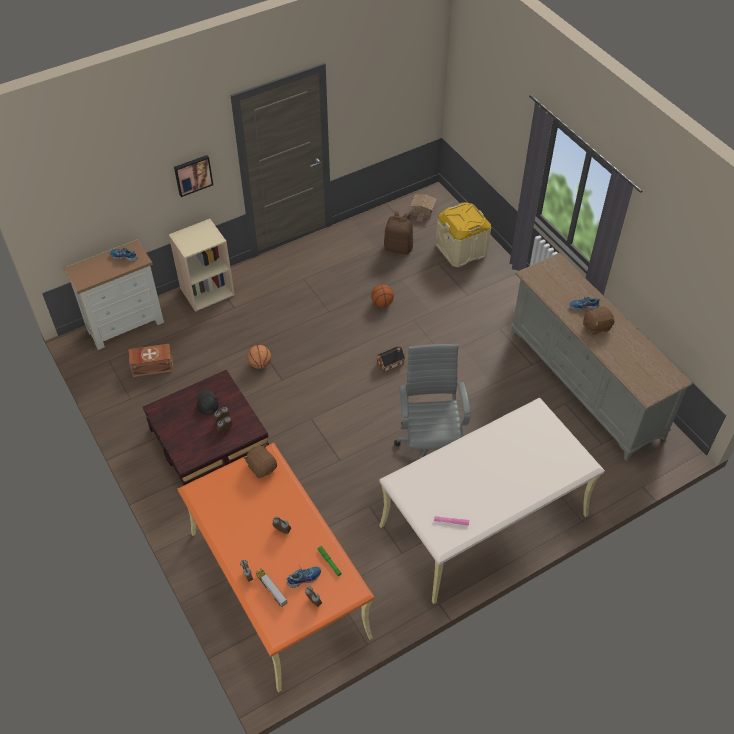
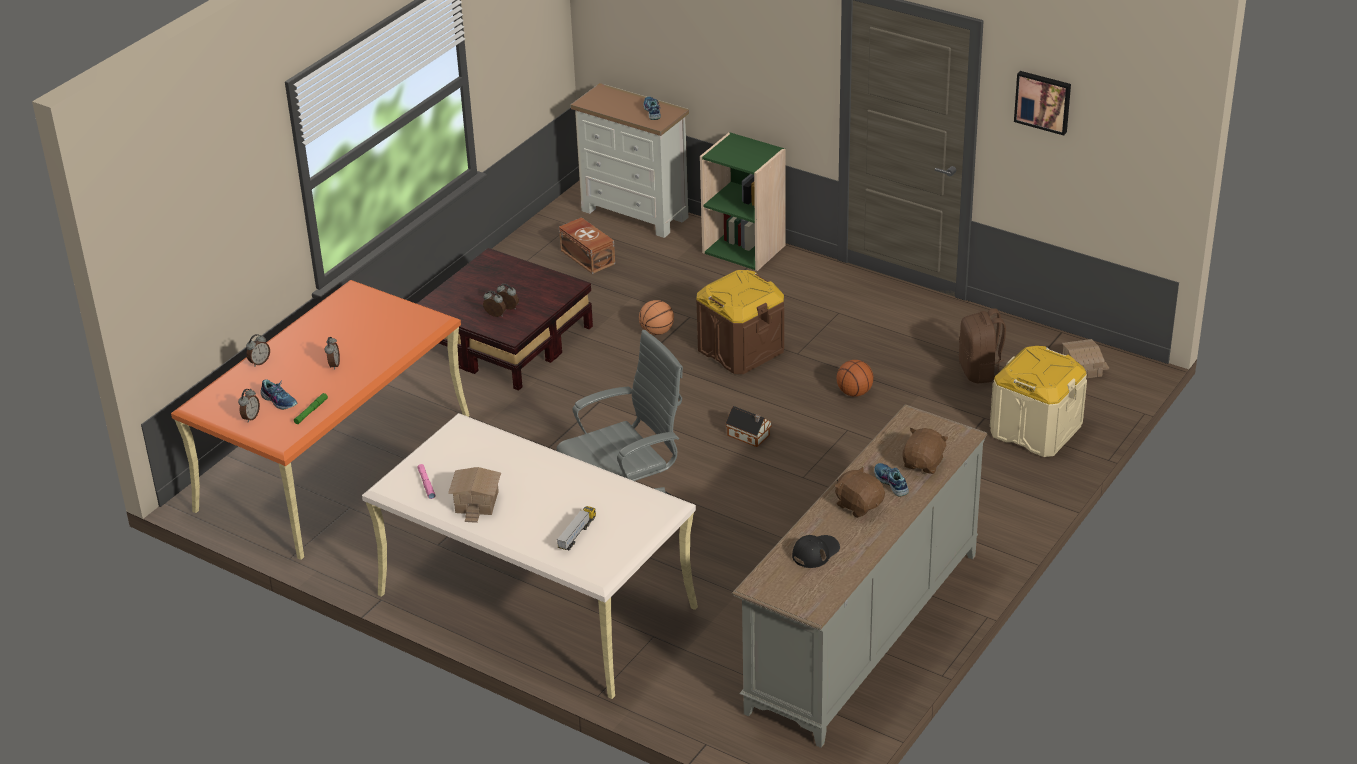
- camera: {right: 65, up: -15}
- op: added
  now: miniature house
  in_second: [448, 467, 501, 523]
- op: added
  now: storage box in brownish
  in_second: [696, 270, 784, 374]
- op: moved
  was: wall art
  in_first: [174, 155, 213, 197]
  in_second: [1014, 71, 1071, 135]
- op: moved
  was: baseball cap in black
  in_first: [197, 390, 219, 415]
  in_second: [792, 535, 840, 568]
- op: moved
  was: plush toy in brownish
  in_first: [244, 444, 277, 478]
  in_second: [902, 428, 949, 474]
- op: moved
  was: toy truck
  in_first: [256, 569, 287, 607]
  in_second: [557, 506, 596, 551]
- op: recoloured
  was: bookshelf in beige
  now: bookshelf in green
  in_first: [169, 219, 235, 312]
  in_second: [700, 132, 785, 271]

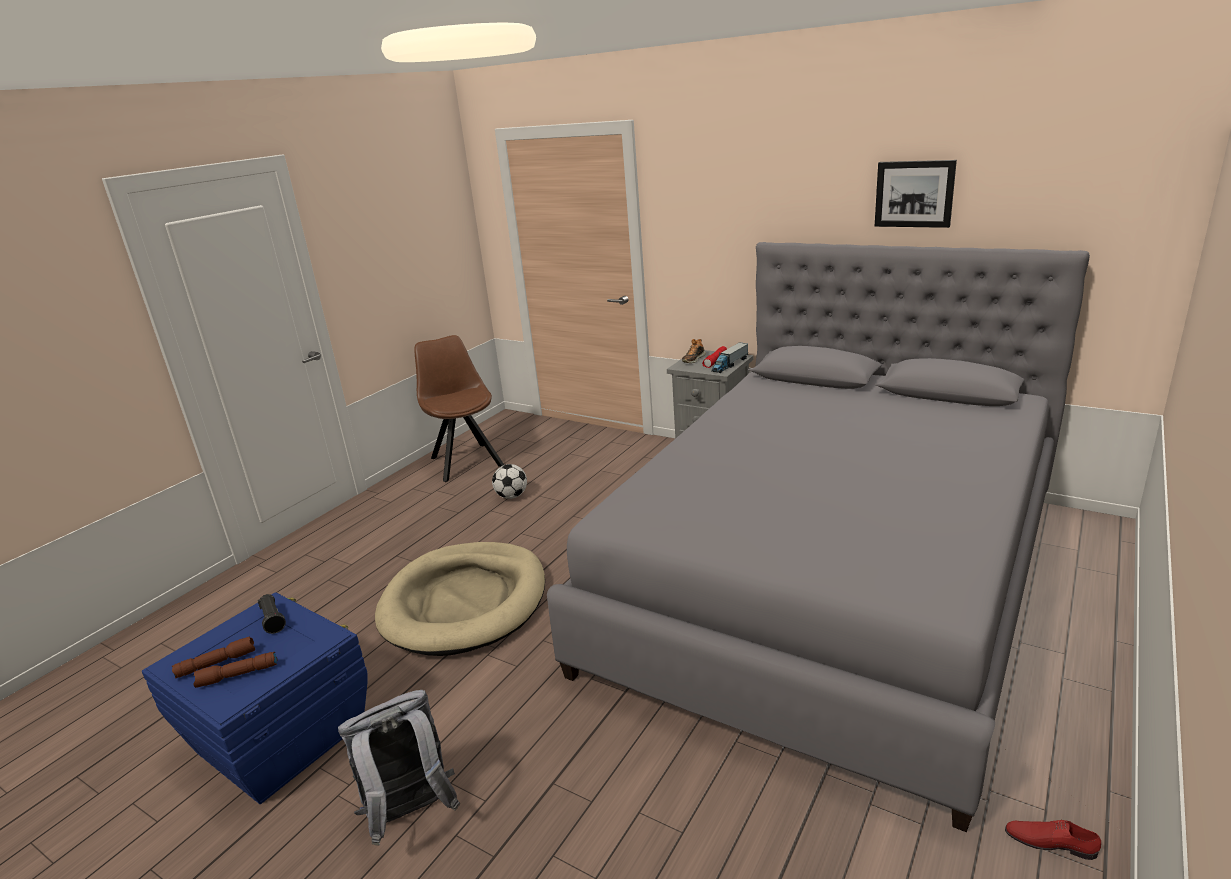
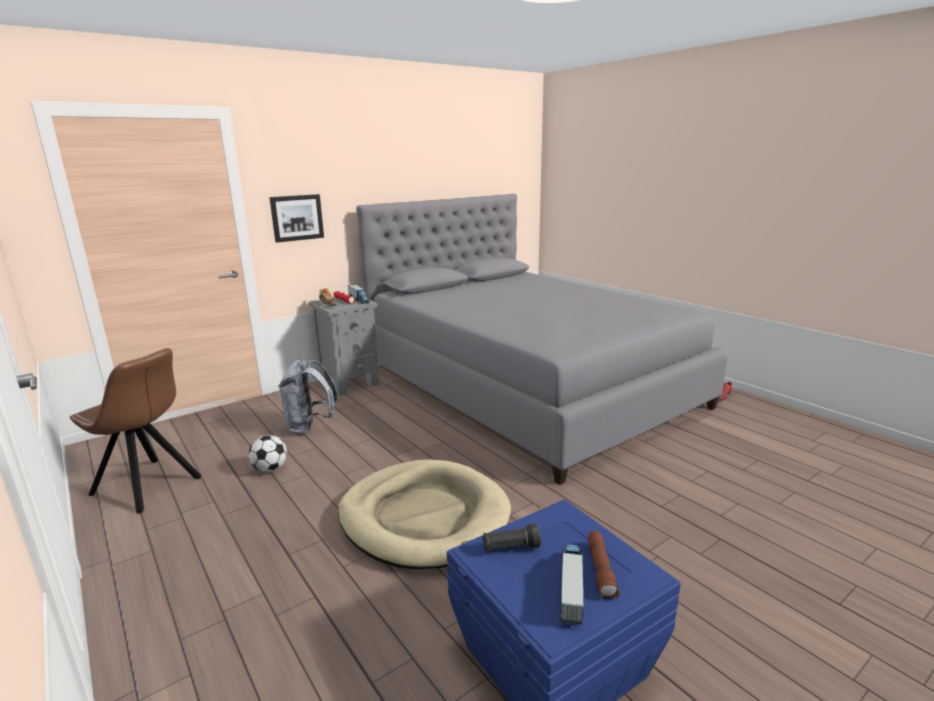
- camera: {right: -70, up: -5}
- op: moved
  was: backpack in greyish
  in_first: [338, 690, 461, 846]
  in_second: [278, 359, 338, 435]
- op: moved
  was: wall art
  in_first: [875, 160, 957, 228]
  in_second: [269, 194, 324, 243]
- op: replaced
  was: hand torch in brownish
  now: toy truck
  in_first: [172, 636, 256, 678]
  in_second: [560, 545, 584, 627]
- op: turned
  was: plain chair in brownish
  in_first: [414, 335, 504, 482]
  in_second: [70, 348, 201, 513]
  clockwise: -150

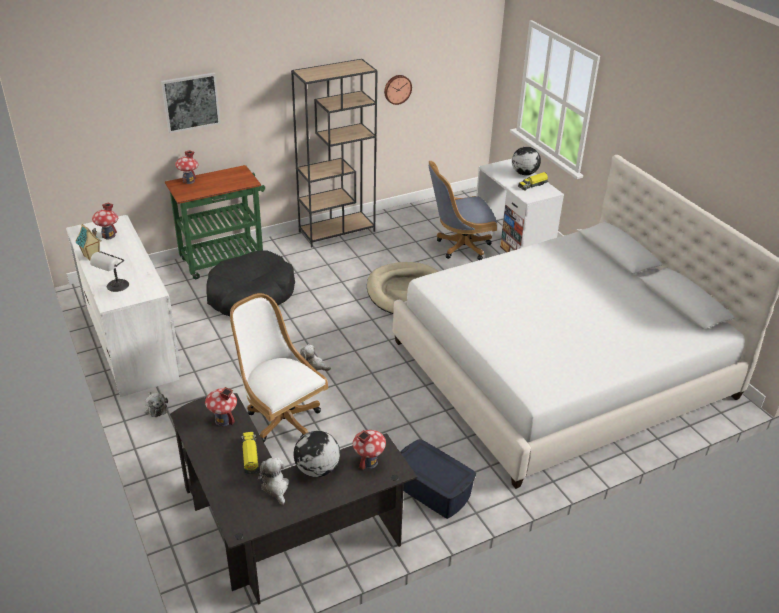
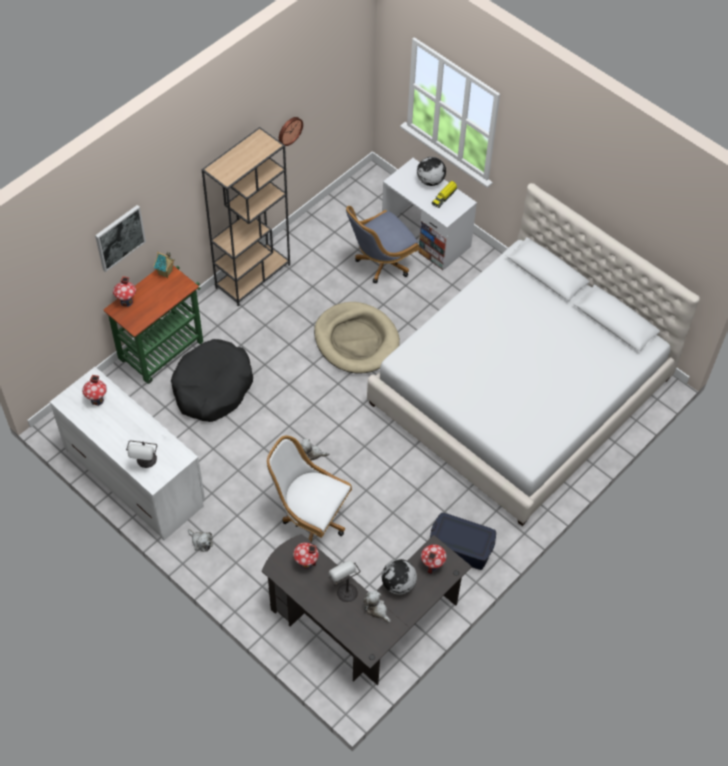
- camera: {right: -20, up: 20}
- op: moved
  was: miniature house
  in_first: [75, 224, 101, 261]
  in_second: [153, 252, 175, 278]
- op: replaced
  was: toy truck
  now: table lamp
  in_first: [241, 432, 259, 474]
  in_second: [329, 560, 360, 602]

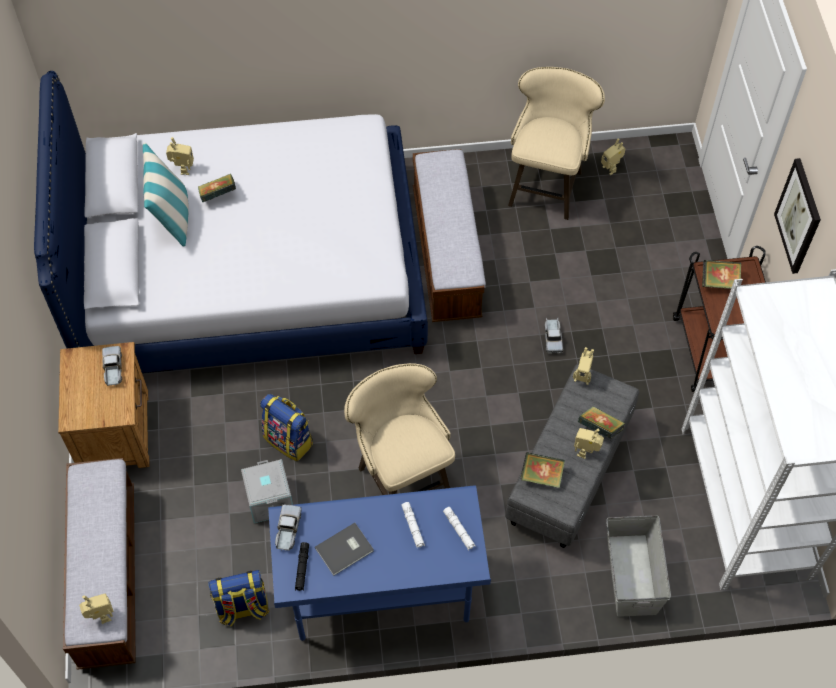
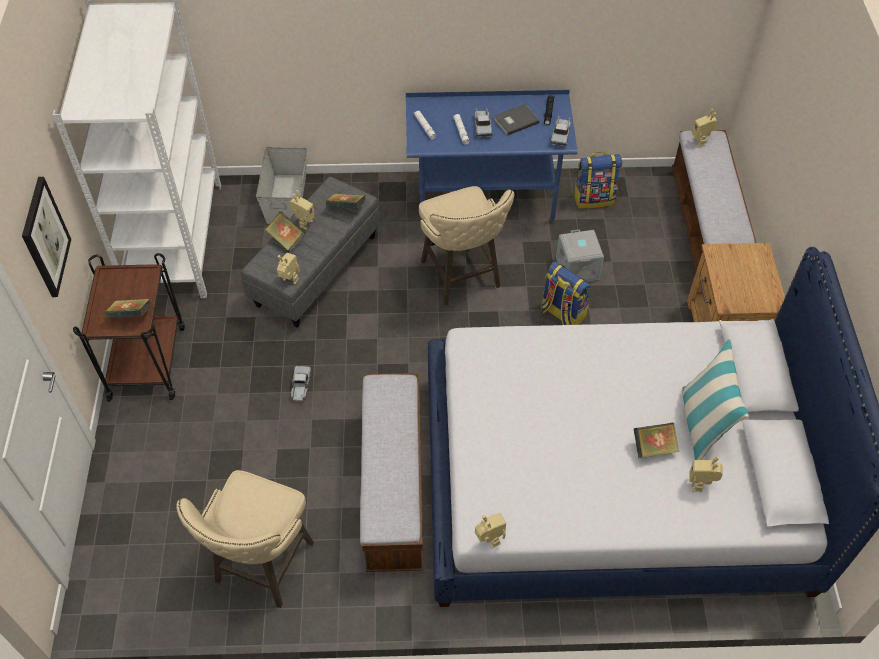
- camera: {right: -175, up: -5}
- op: moved
  was: toy truck
  in_first: [102, 346, 122, 387]
  in_second: [475, 107, 492, 138]
- op: moved
  was: toy robot
  in_first: [601, 138, 625, 175]
  in_second: [475, 513, 506, 549]

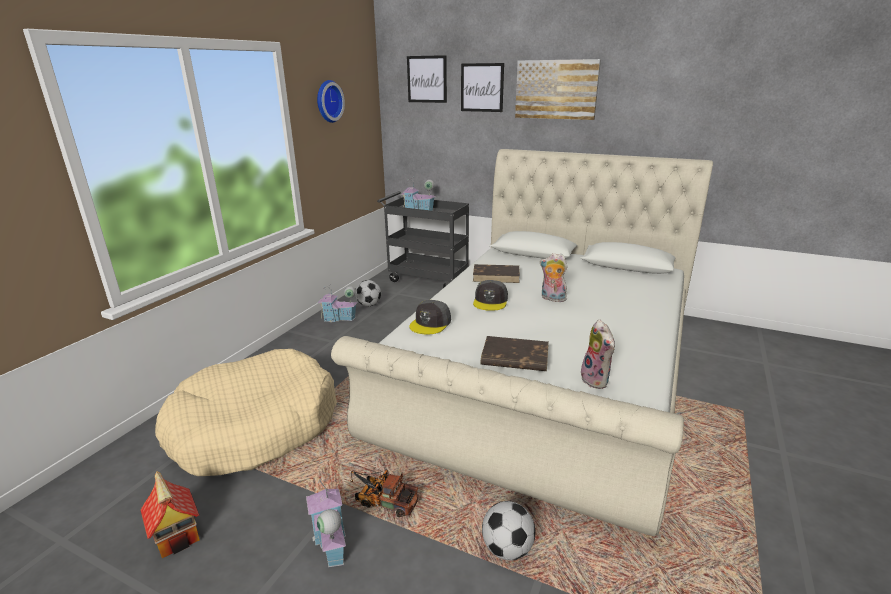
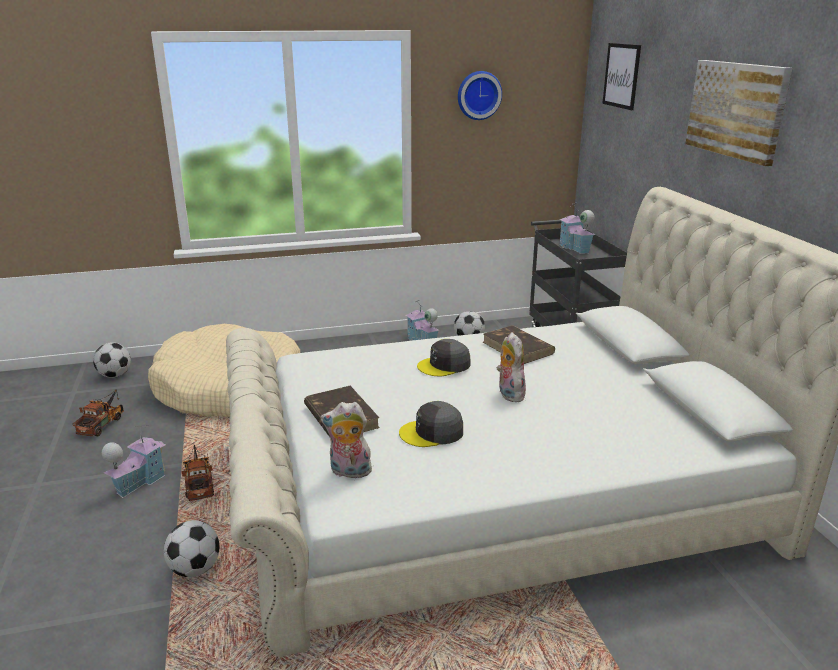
- camera: {right: 50, up: 0}
- op: removed
  was: wall art
  in_first: [461, 63, 504, 112]
- op: added
  now: football ball
  in_second: [93, 342, 131, 378]
- op: moved
  was: baseball cap in greyish
  in_first: [409, 300, 451, 335]
  in_second: [399, 401, 463, 447]
- op: replaced
  was: miniature house
  now: toy truck
  in_first: [141, 471, 200, 558]
  in_second: [73, 390, 124, 436]
- op: turned
  was: plush toy
  in_first: [581, 319, 615, 389]
  in_second: [321, 402, 372, 478]
  clockwise: 60

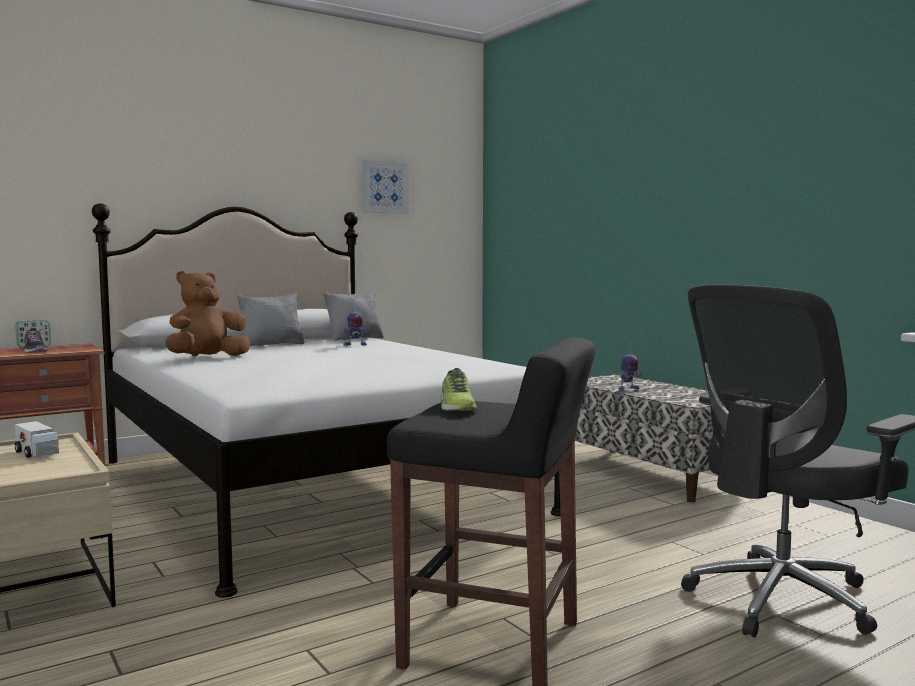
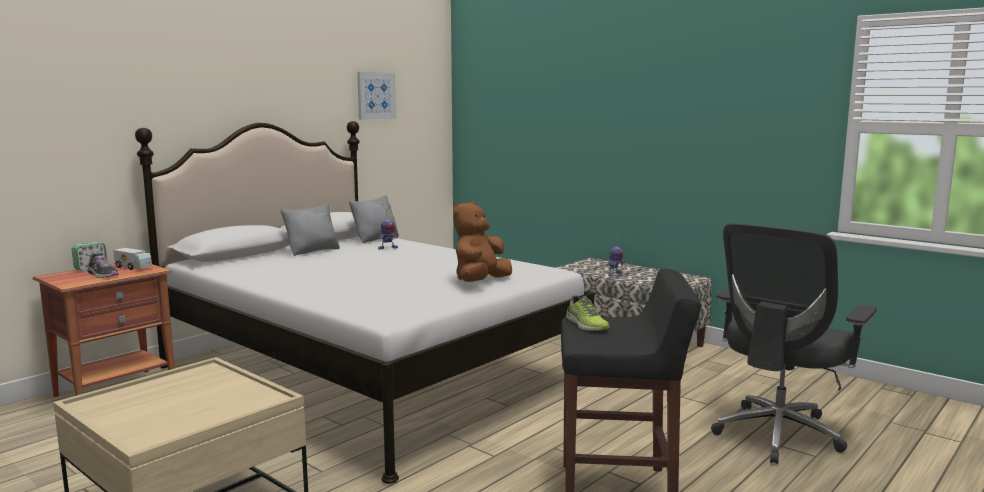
- camera: {right: -15, up: 5}
- op: moved
  was: toy truck
  in_first: [15, 421, 59, 458]
  in_second: [113, 248, 152, 270]
- op: moved
  was: plush toy in brownish
  in_first: [165, 271, 250, 356]
  in_second: [453, 201, 512, 282]

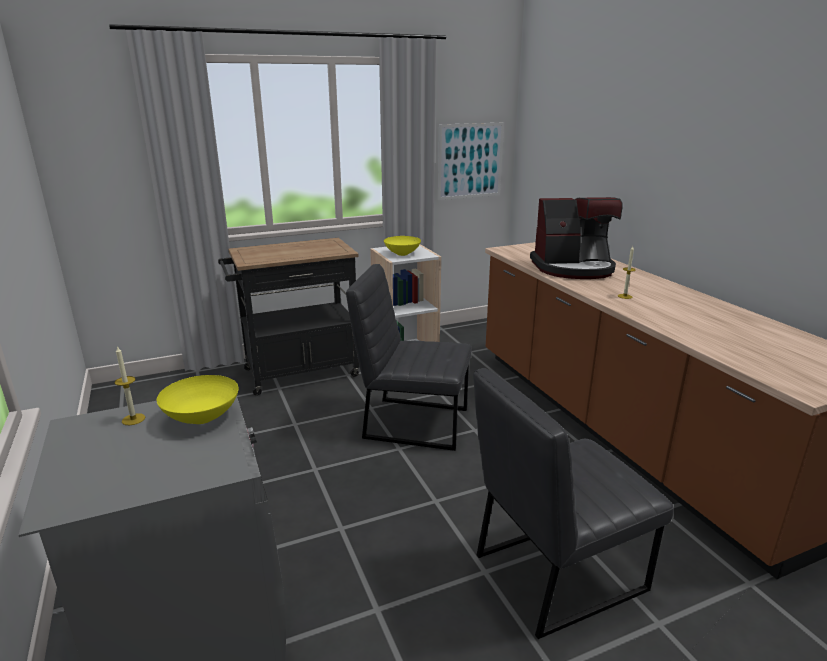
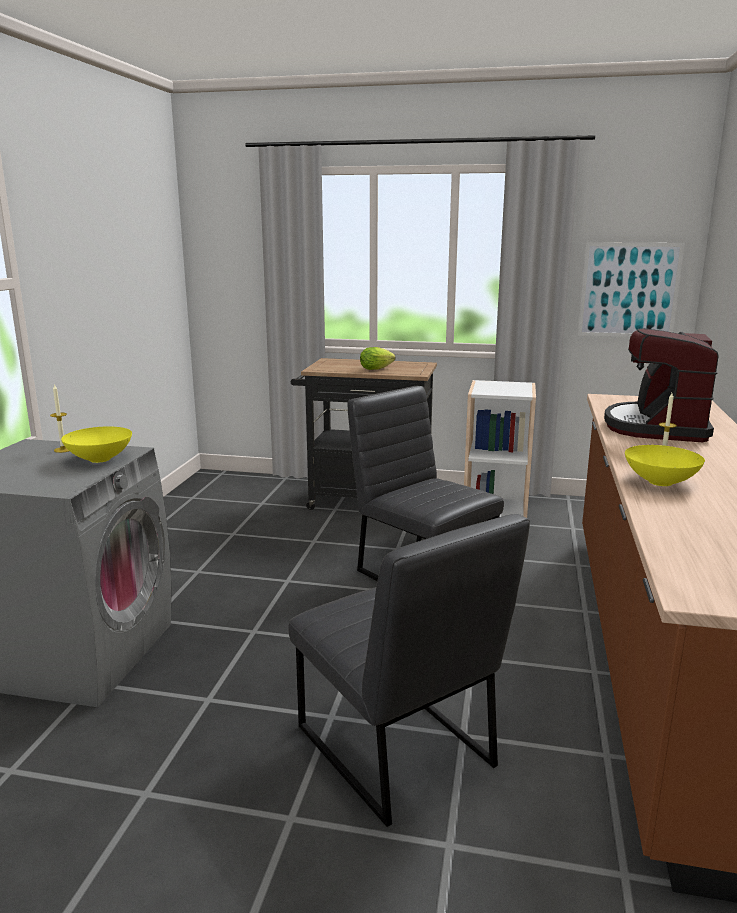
- camera: {right: 35, up: -5}
- op: added
  now: lettuce
  in_second: [360, 347, 395, 370]
- op: moved
  was: serving bowl in yellowish
  in_first: [384, 236, 421, 256]
  in_second: [625, 445, 705, 486]
- op: turned
  was: plain chair in greyish
  in_first: [473, 368, 674, 639]
  in_second: [288, 514, 530, 827]
  clockwise: -135
- op: turned
  was: coffee brewer
  in_first: [530, 197, 622, 279]
  in_second: [604, 328, 719, 442]
  clockwise: 75

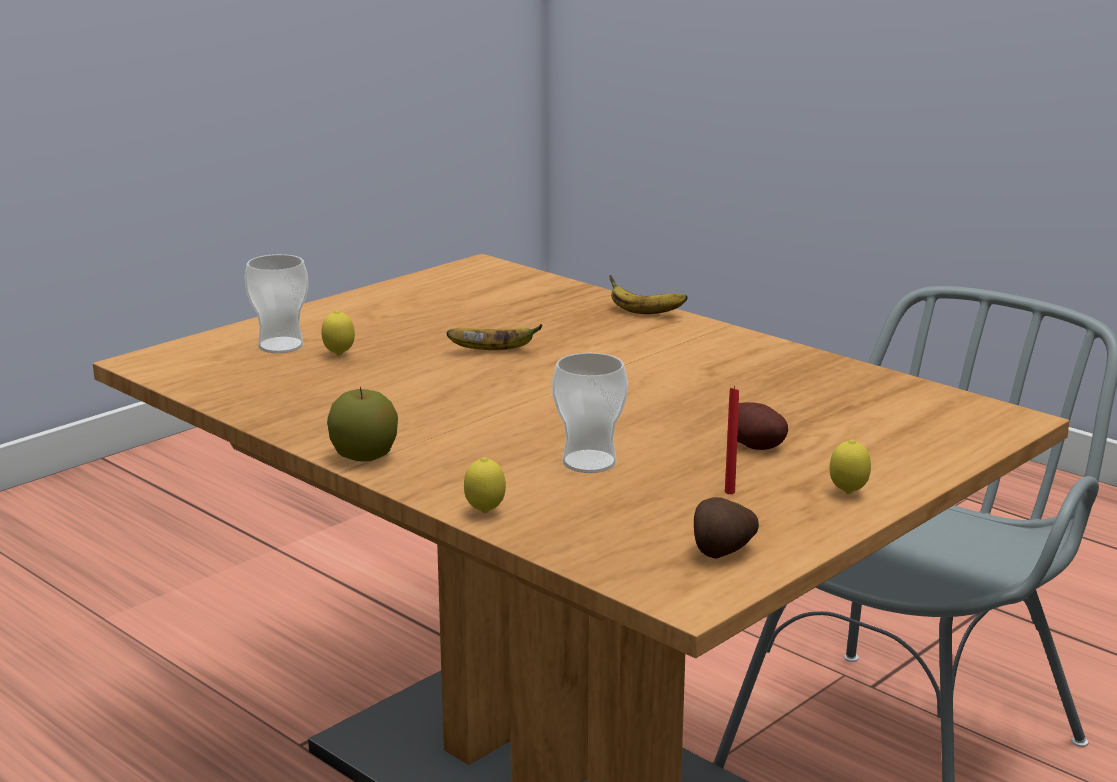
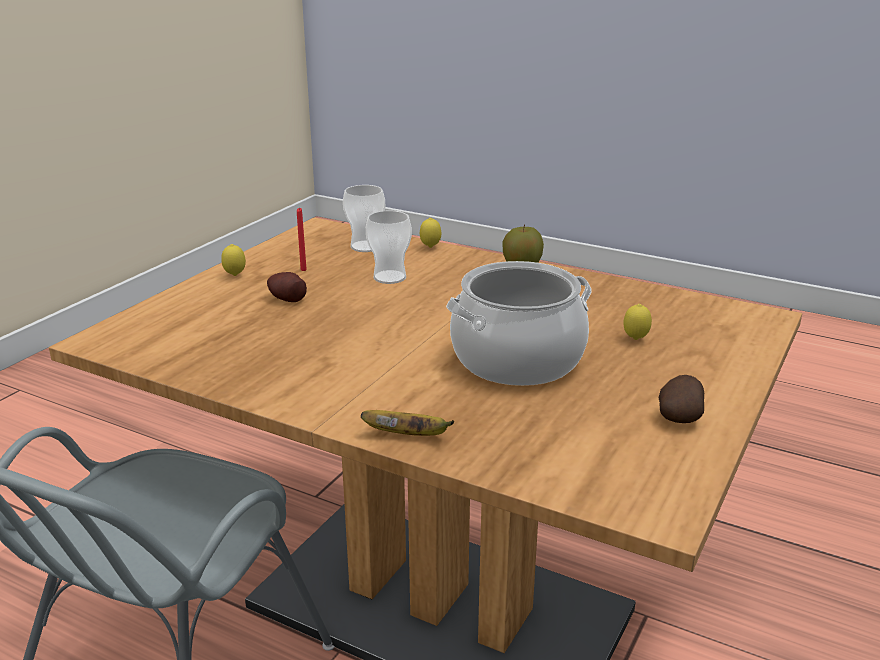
- camera: {right: 165, up: 5}
- op: moved
  was: cup
  in_first: [245, 254, 309, 353]
  in_second: [343, 185, 385, 252]
- op: moved
  was: whole potato
  in_first: [694, 497, 759, 559]
  in_second: [659, 375, 704, 423]
- op: replaced
  was: banana
  now: cooking pot
  in_first: [446, 324, 542, 350]
  in_second: [446, 261, 592, 386]

